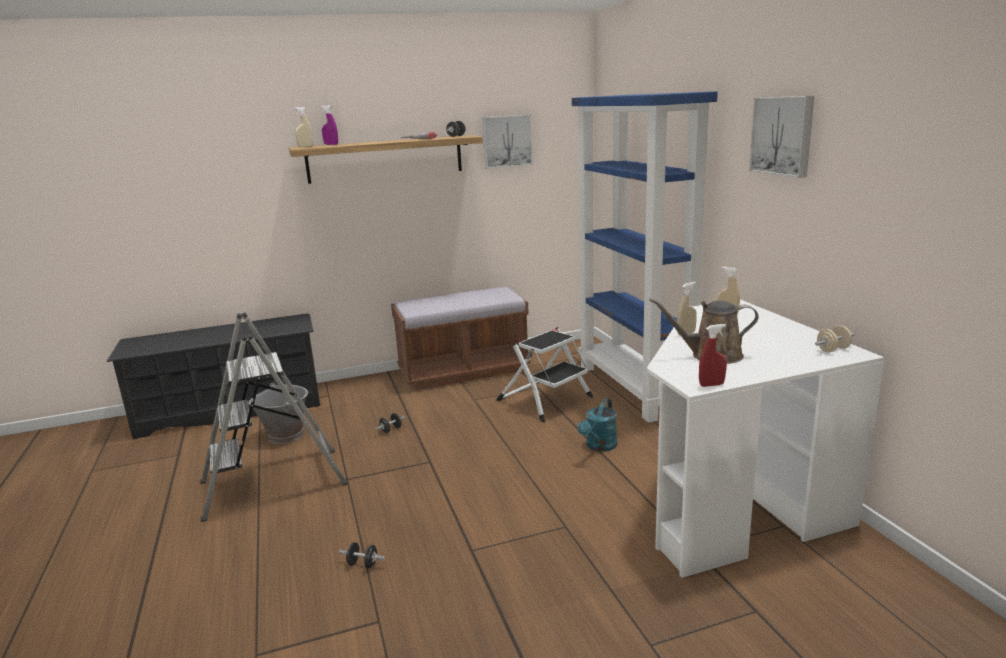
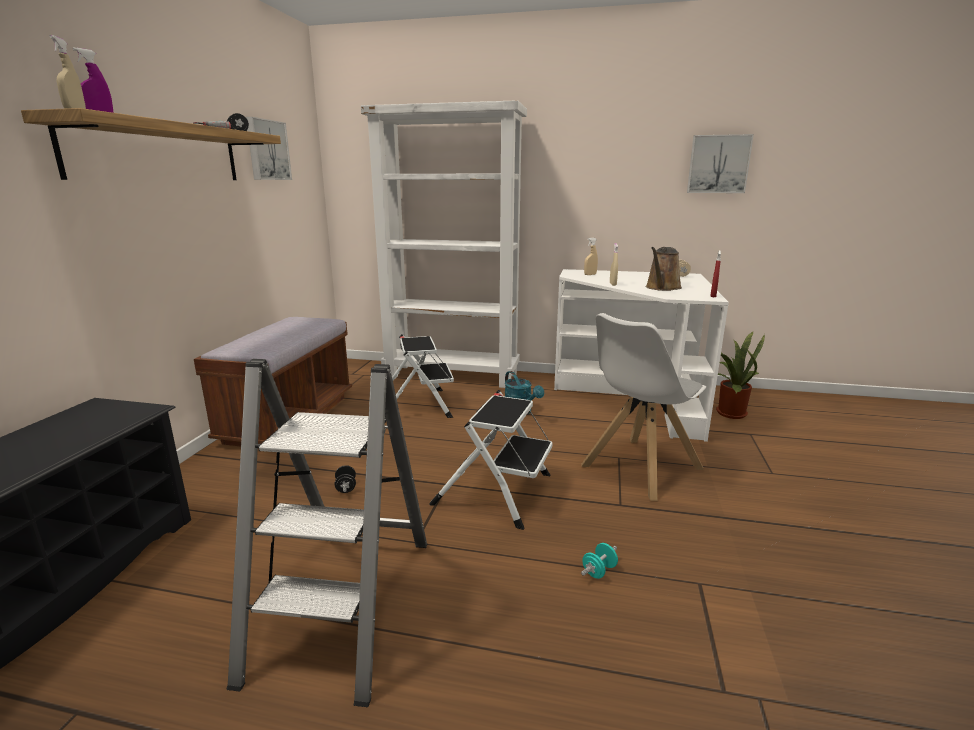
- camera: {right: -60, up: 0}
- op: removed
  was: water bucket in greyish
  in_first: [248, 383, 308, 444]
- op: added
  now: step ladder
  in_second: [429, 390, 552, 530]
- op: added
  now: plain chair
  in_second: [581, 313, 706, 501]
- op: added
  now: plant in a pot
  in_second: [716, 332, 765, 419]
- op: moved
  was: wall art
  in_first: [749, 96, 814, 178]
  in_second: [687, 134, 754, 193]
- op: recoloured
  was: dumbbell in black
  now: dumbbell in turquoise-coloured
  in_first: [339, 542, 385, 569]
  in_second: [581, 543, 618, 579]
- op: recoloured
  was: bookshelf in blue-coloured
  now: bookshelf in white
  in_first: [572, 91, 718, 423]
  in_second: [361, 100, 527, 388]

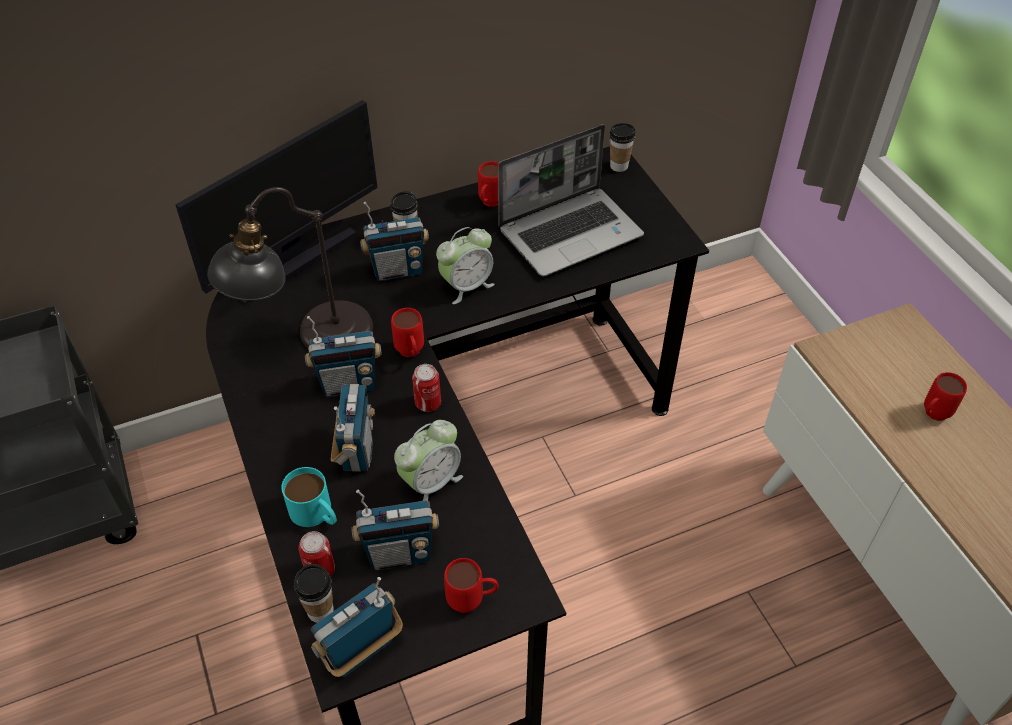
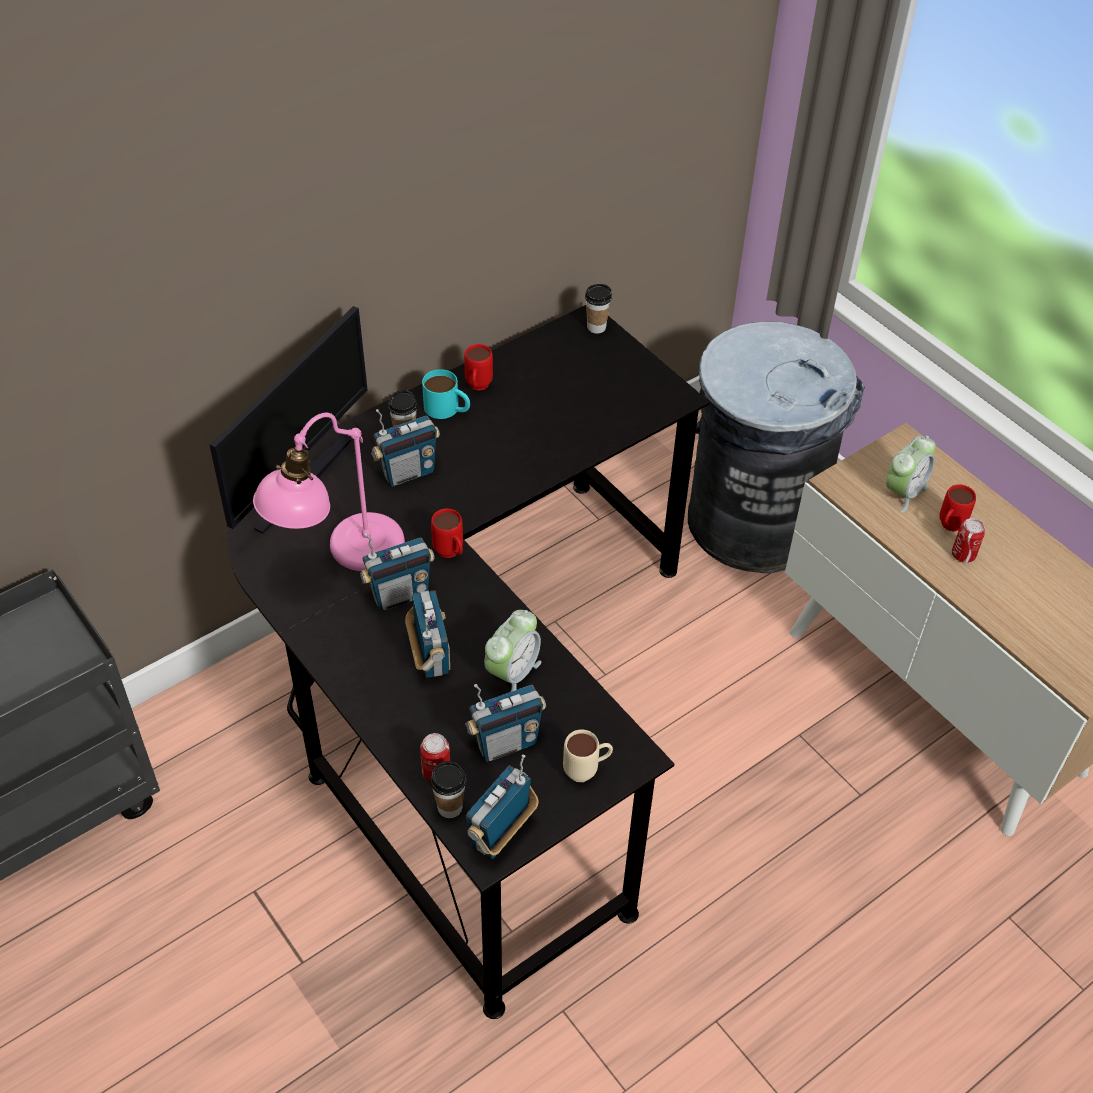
- camera: {right: -15, up: 0}
- op: removed
  was: notebook computer
  in_first: [498, 124, 644, 277]
- op: added
  now: waste bin in greyish
  in_second: [688, 321, 865, 573]
- op: moved
  was: mug in turquoise-coloured
  in_first: [282, 467, 337, 527]
  in_second: [422, 369, 470, 419]
- op: moved
  was: sealed can
  in_first: [412, 364, 441, 412]
  in_second: [952, 518, 985, 563]
- op: moved
  was: bedside clock
  in_first: [436, 227, 495, 304]
  in_second: [886, 435, 936, 513]
- op: recoloured
  was: table lamp in greyish
  now: table lamp in pinkish
  in_first: [207, 187, 373, 348]
  in_second: [253, 412, 405, 571]
- op: recoloured
  was: mug in reddish
  now: mug in beige
  in_first: [444, 558, 499, 613]
  in_second: [563, 730, 613, 782]

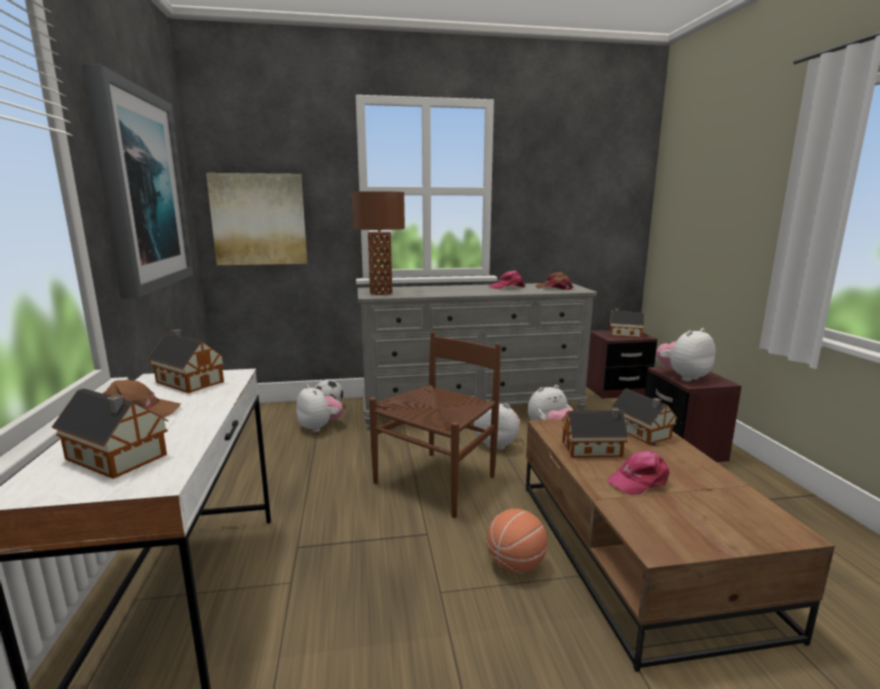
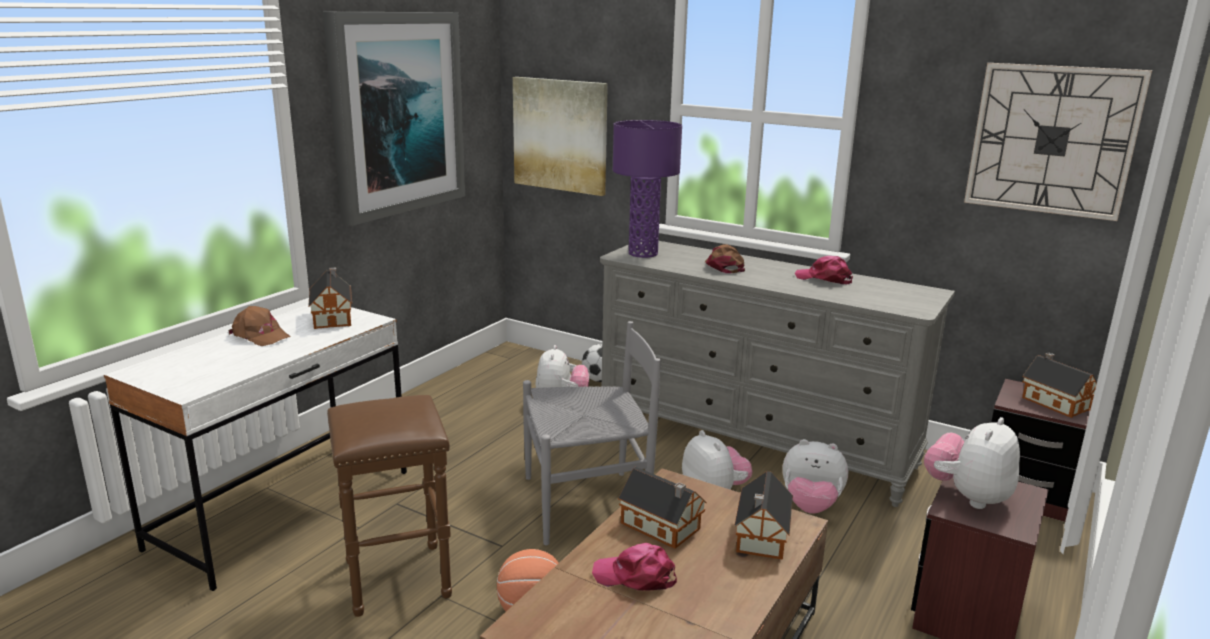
- camera: {right: 40, up: 5}
- op: removed
  was: miniature house
  in_first: [52, 388, 169, 479]
- op: added
  now: sitting stool in brownish
  in_second: [327, 395, 452, 617]
- op: added
  now: hanging clock
  in_second: [964, 63, 1152, 221]
- op: moved
  was: baseball cap in brownish
  in_first: [535, 272, 573, 290]
  in_second: [705, 244, 745, 273]
- op: recoloured
  was: table lamp in brownish
  now: table lamp in purple
  in_first: [352, 191, 405, 295]
  in_second: [613, 120, 682, 258]
- op: recoloured
  was: plain chair in brownish
  now: plain chair in greyish
  in_first: [369, 331, 501, 518]
  in_second: [523, 321, 661, 545]
- op: turned
  was: plush toy
  in_first: [656, 328, 716, 381]
  in_second: [924, 417, 1020, 509]
  clockwise: -60

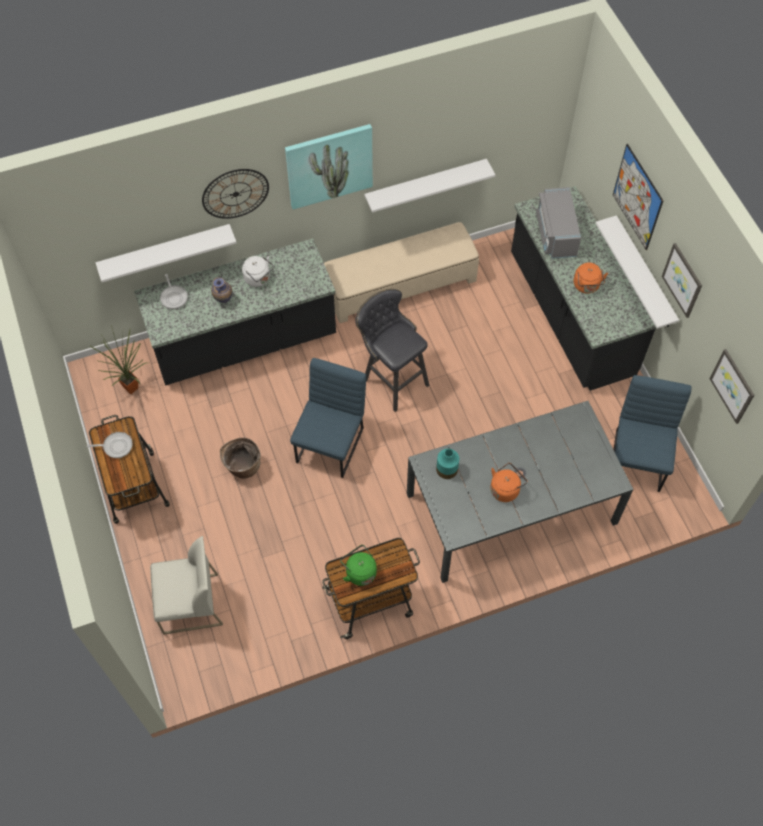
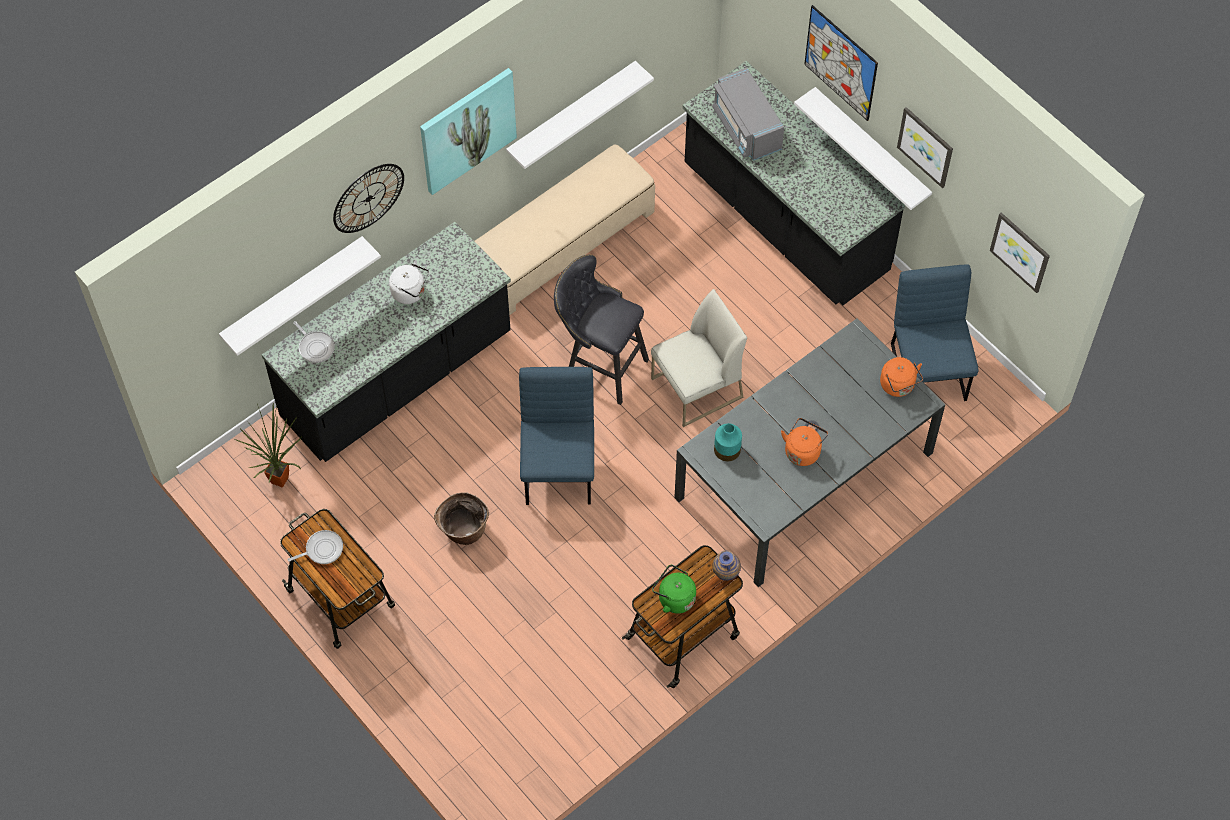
- camera: {right: -20, up: 0}
- op: moved
  was: plain chair in white
  in_first: [150, 536, 223, 635]
  in_second: [651, 289, 747, 427]
- op: moved
  was: vase
  in_first: [211, 277, 233, 303]
  in_second: [712, 550, 741, 581]
- op: moved
  was: kettle in orange-coloured
  in_first: [574, 263, 608, 294]
  in_second: [880, 357, 923, 397]

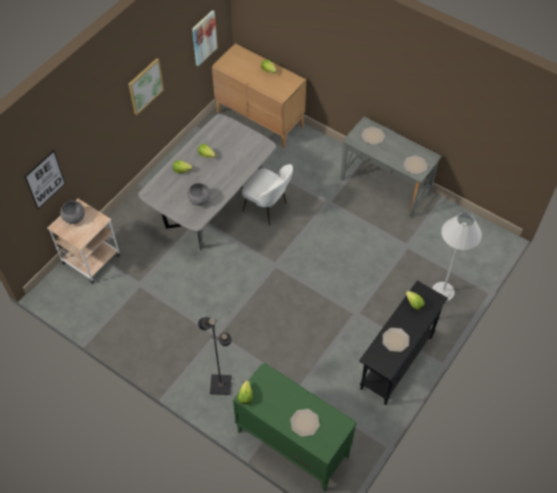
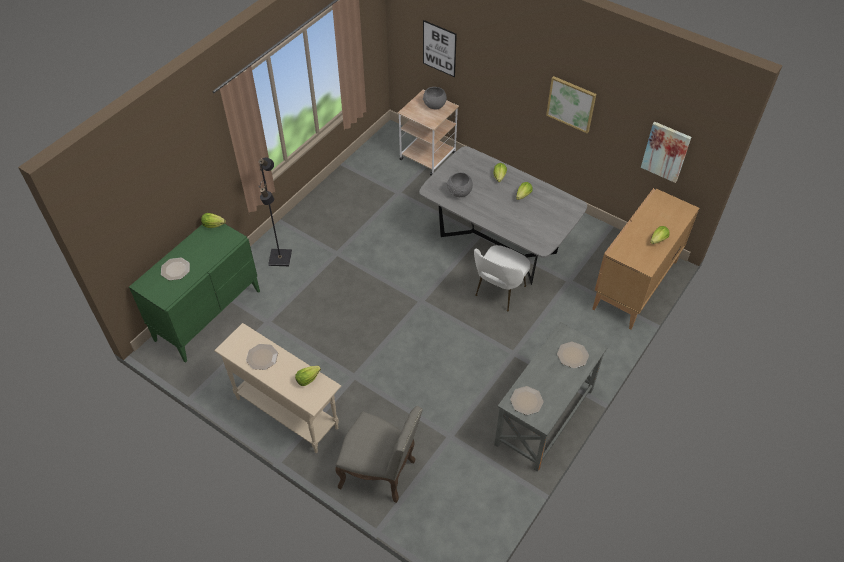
- camera: {right: 90, up: -5}
- op: replaced
  was: standing lamp in white
  now: plain chair in greyish
  in_first: [432, 213, 482, 302]
  in_second: [335, 406, 423, 503]
- op: recoloured
  was: console table in black
  now: console table in beige
  in_first: [359, 280, 448, 405]
  in_second: [214, 323, 341, 453]

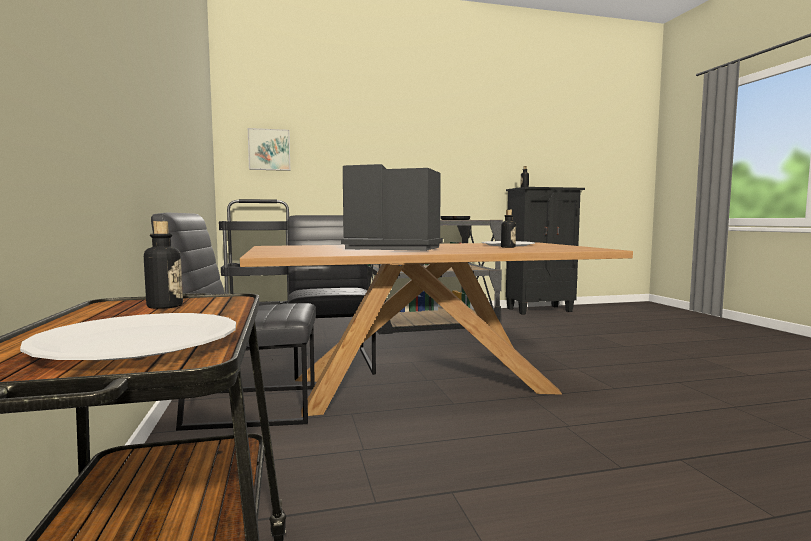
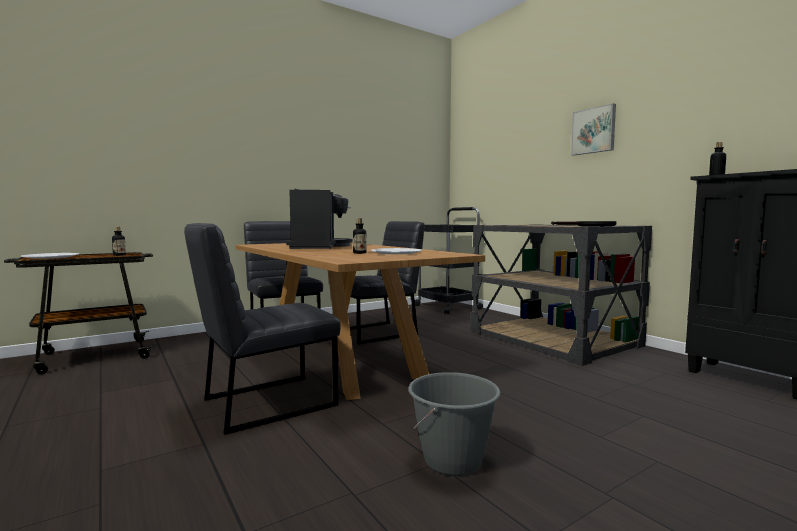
- camera: {right: 70, up: 0}
- op: added
  now: plain chair in greyish
  in_second: [184, 223, 341, 435]
- op: added
  now: water bucket in greyish
  in_second: [408, 372, 500, 476]
- op: moved
  was: wall art
  in_first: [248, 128, 290, 171]
  in_second: [571, 103, 616, 155]

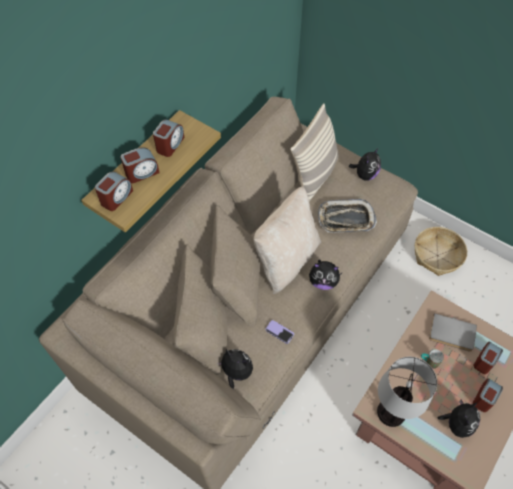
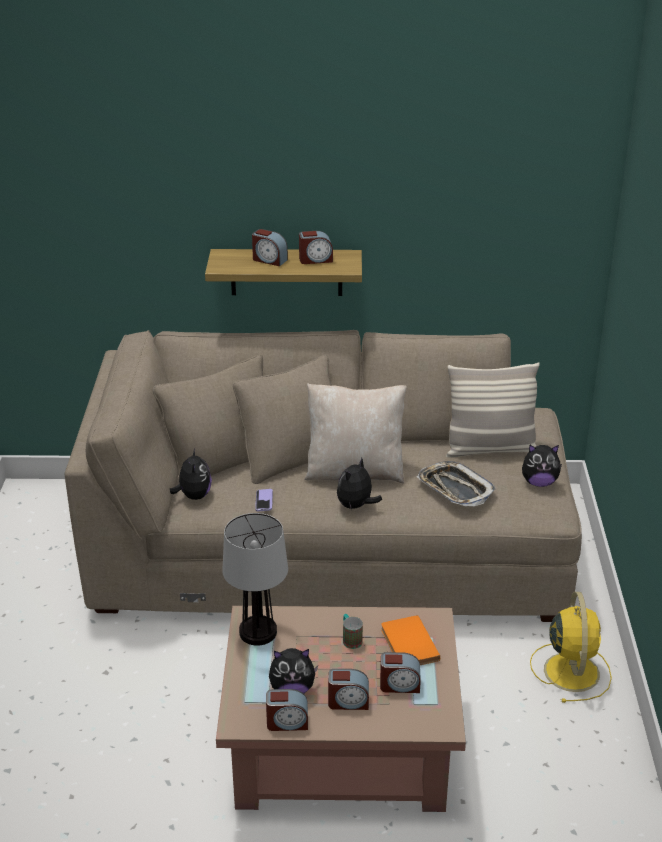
- camera: {right: 55, up: -25}
- op: moved
  was: bedside clock
  in_first: [95, 172, 133, 211]
  in_second: [266, 689, 308, 731]
- op: replaced
  was: household basket
  now: electric fan in yellowish
  in_first: [415, 227, 467, 276]
  in_second: [530, 592, 612, 703]
- op: recoloured
  was: bound book in greyish
  now: bound book in orange-coloured
  in_first: [429, 313, 477, 352]
  in_second: [381, 615, 440, 665]
- op: turned
  was: plush toy
  in_first: [309, 260, 343, 290]
  in_second: [337, 458, 382, 510]
  clockwise: 60

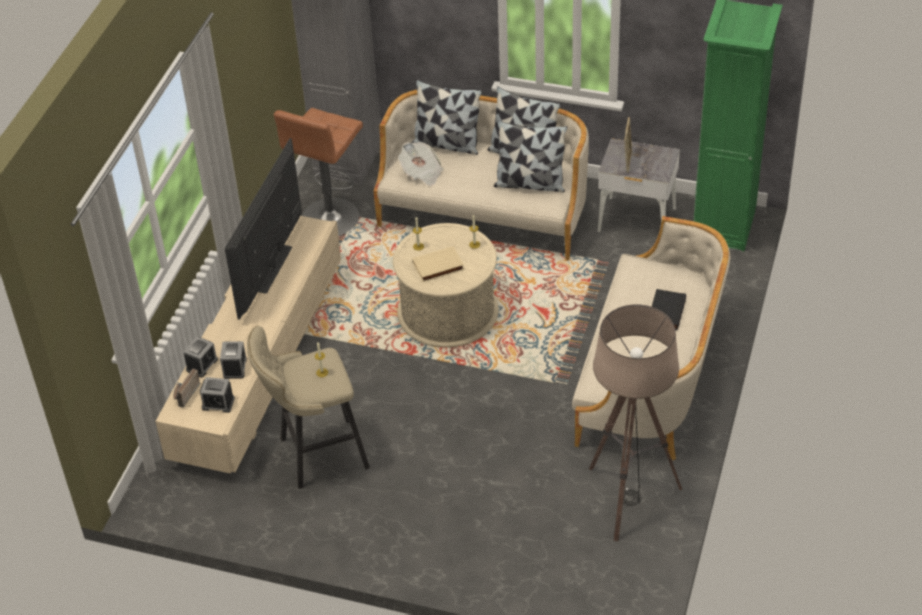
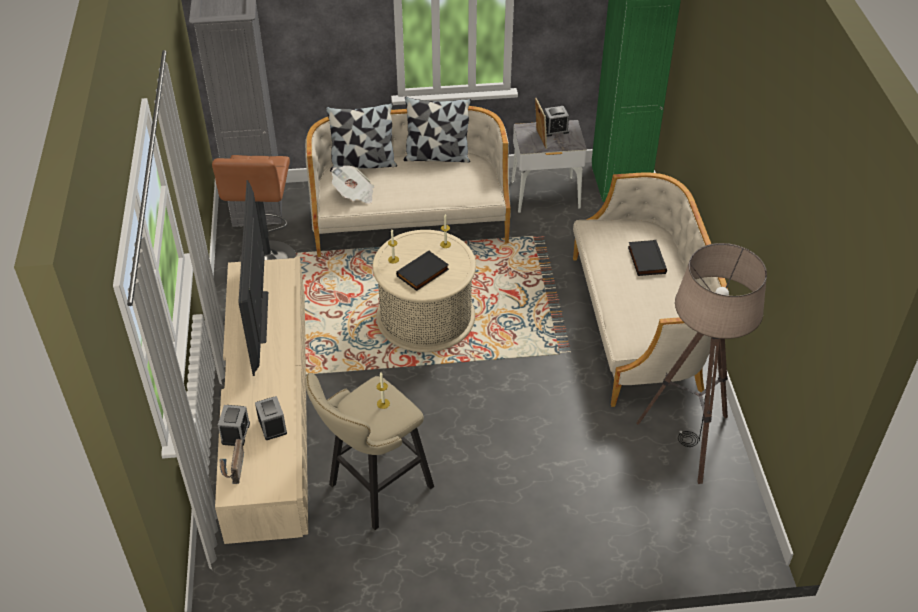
- camera: {right: -25, up: 0}
- op: removed
  was: throw pillow
  in_first: [494, 120, 568, 192]
- op: moved
  was: bedside clock
  in_first: [200, 377, 235, 413]
  in_second: [544, 106, 569, 137]
- op: recoloured
  was: bound book in beige
  now: bound book in black
  in_first: [412, 246, 464, 282]
  in_second: [396, 251, 449, 291]

